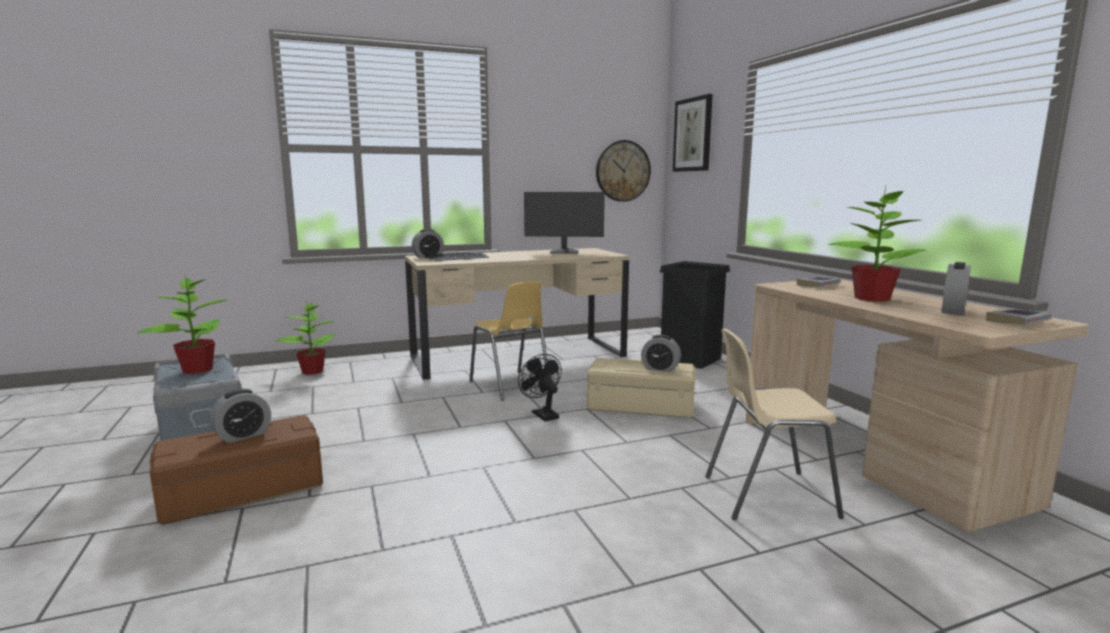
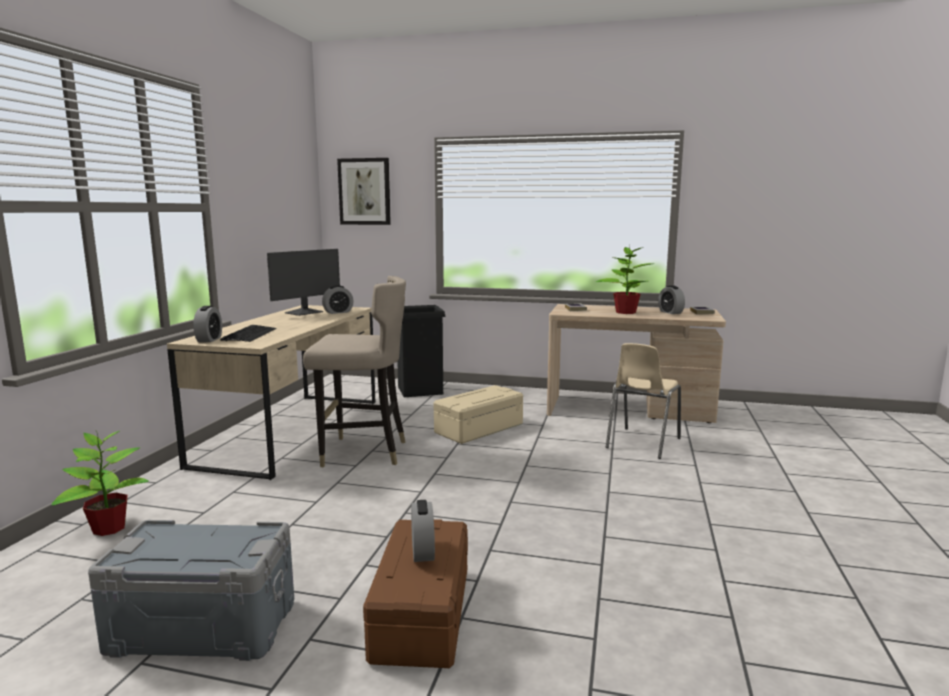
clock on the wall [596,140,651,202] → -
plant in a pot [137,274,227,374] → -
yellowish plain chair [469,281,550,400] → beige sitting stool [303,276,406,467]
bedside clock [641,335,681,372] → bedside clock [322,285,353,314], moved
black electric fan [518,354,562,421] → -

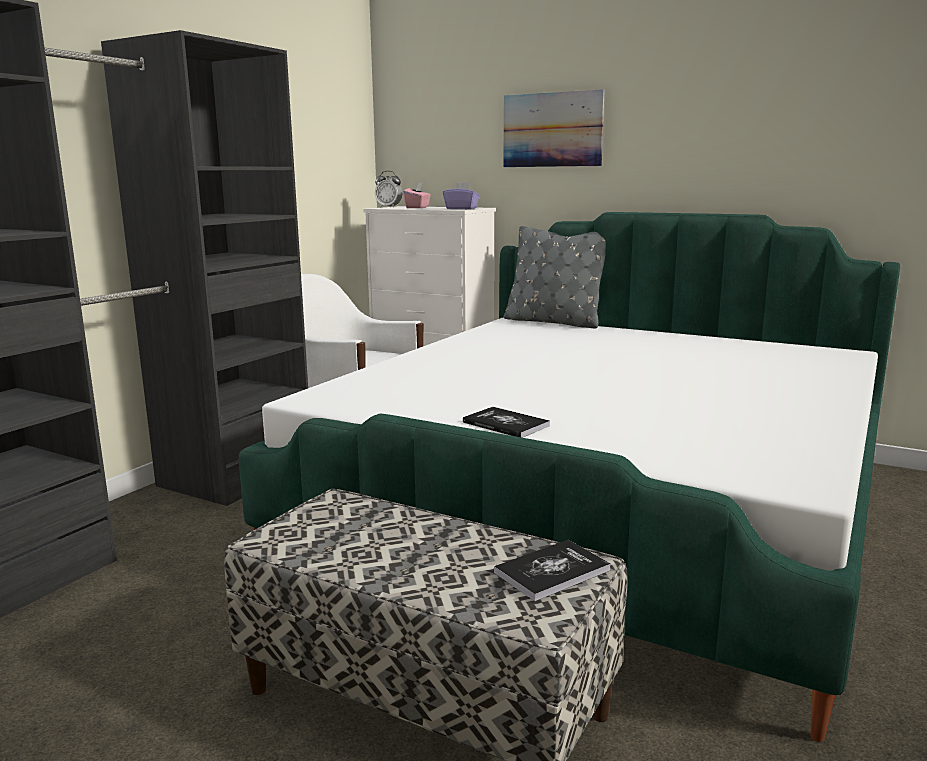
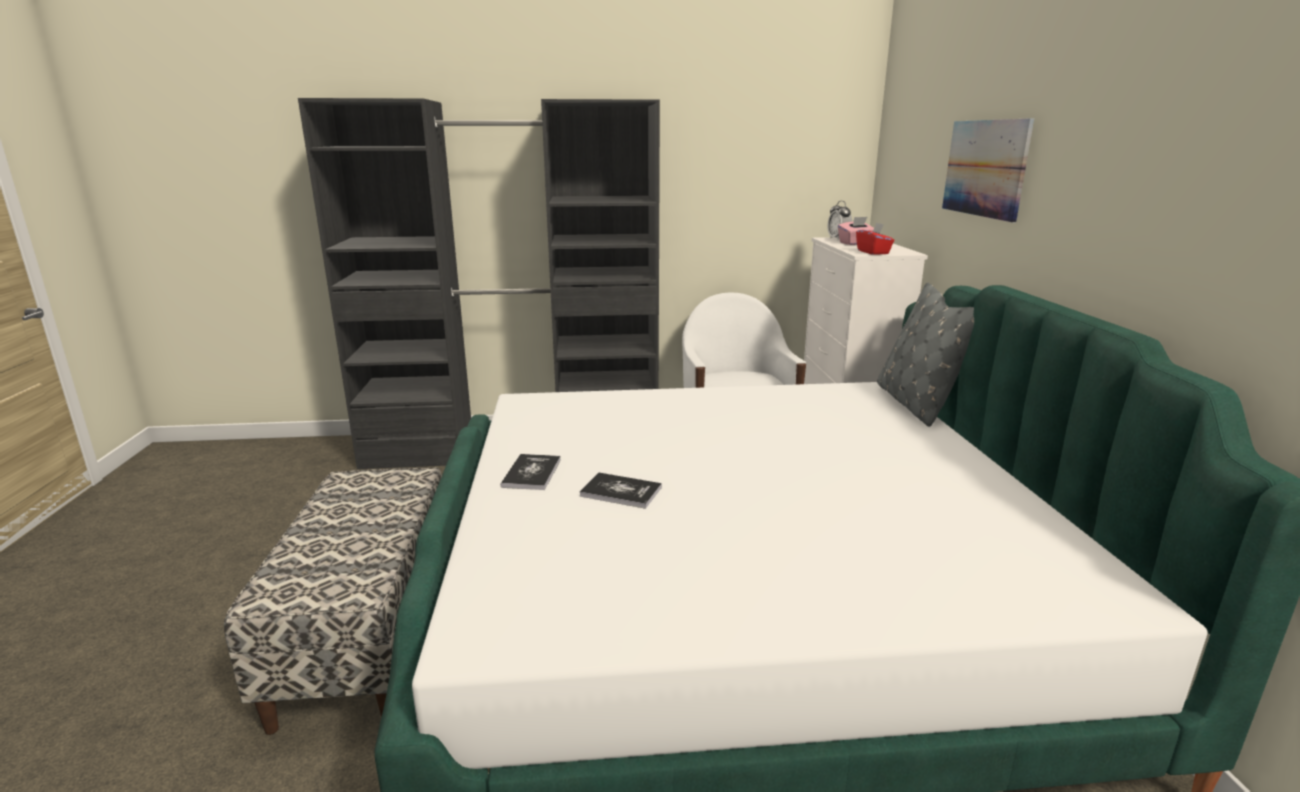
purple tissue holder [443,182,480,209] → red tissue holder [856,223,895,255]
bound book [494,540,611,601] → bound book [580,472,662,509], moved

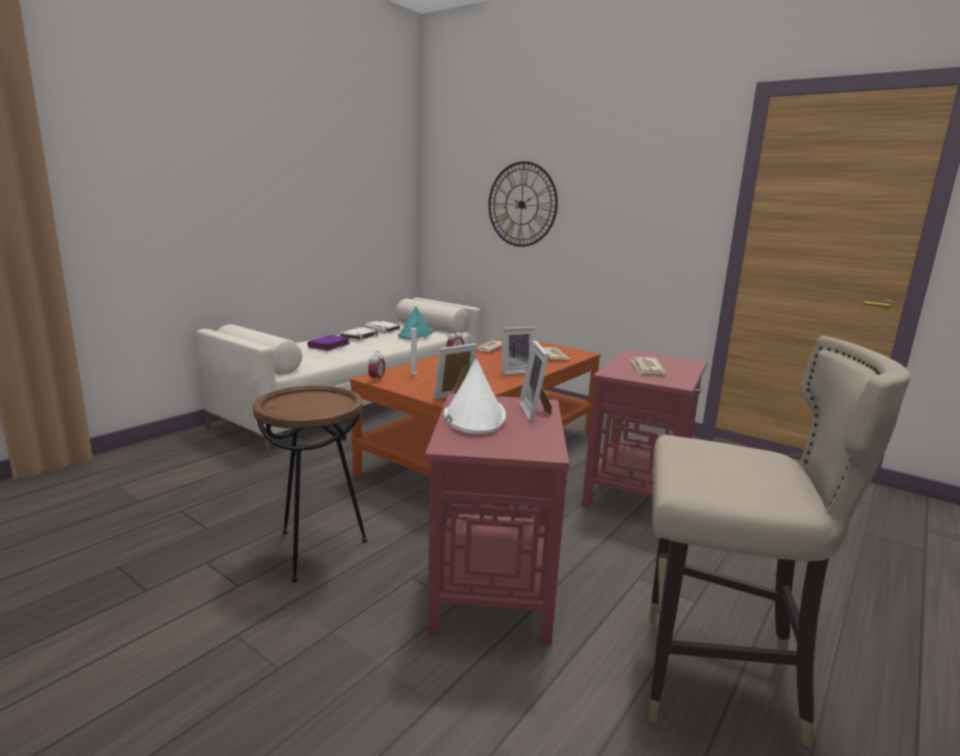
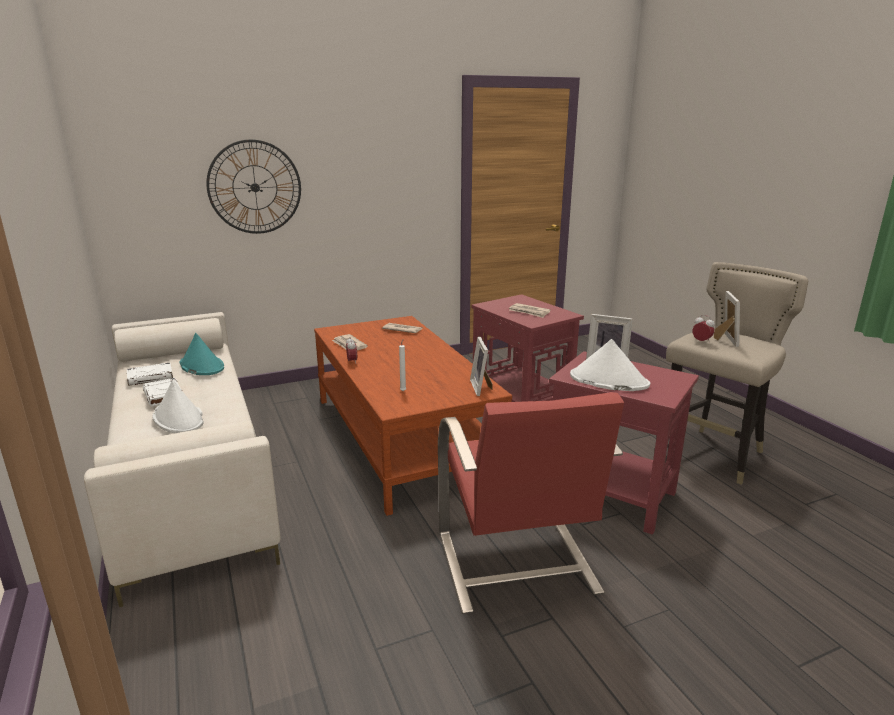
photo frame [501,327,537,375] → photo frame [714,291,740,347], moved
purple bound book [307,335,350,351] → whitish hat [153,380,204,433]
bedside clock [368,351,385,382] → bedside clock [692,315,715,343], moved
brown end table [253,385,367,582] → red armchair [438,392,624,614]

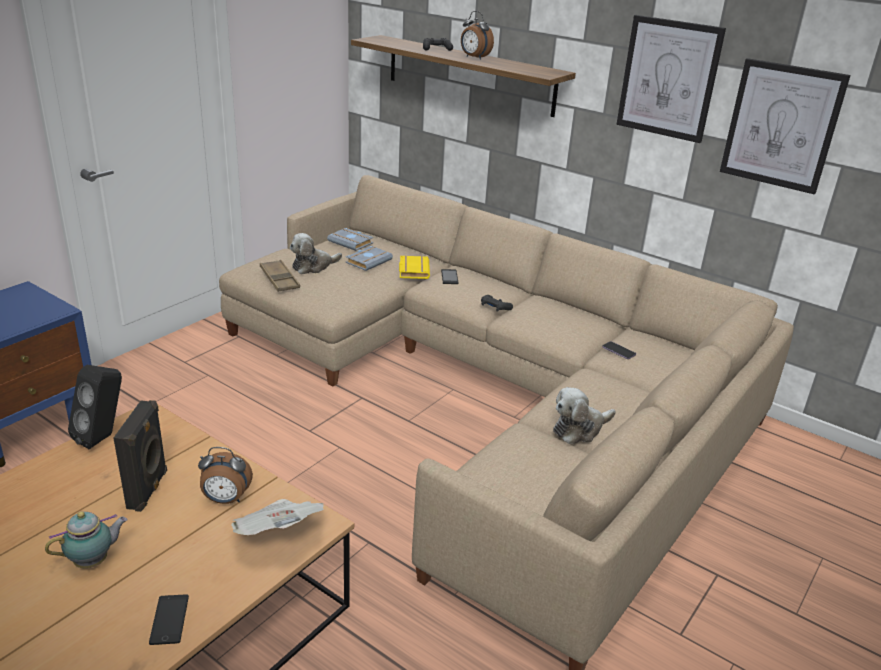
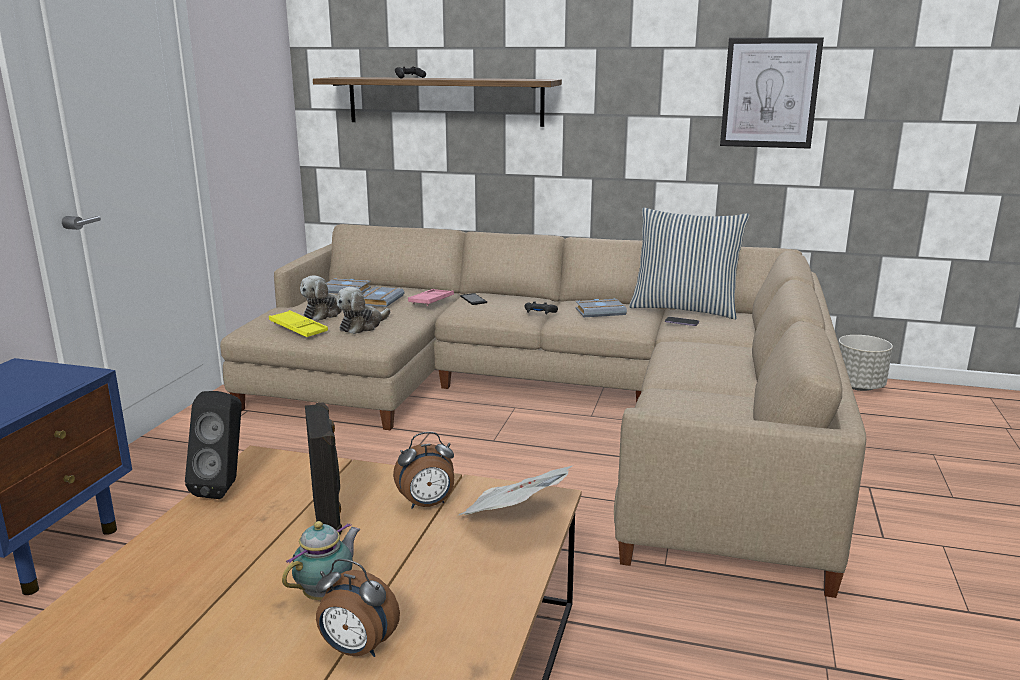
bedside clock [461,11,494,60] → bedside clock [316,559,400,657], moved
wall art [616,15,726,143] → -
yellowish bound book [399,256,430,279] → pink carrying tray [408,289,454,306]
brown carrying tray [260,260,300,292] → yellowish carrying tray [269,310,328,337]
soft toy [553,387,616,444] → soft toy [336,287,390,334], moved
telephone [149,594,189,645] → -
- → cushion [629,208,749,319]
- → gray bound book [576,299,627,317]
- → gray plant pot [838,335,893,391]

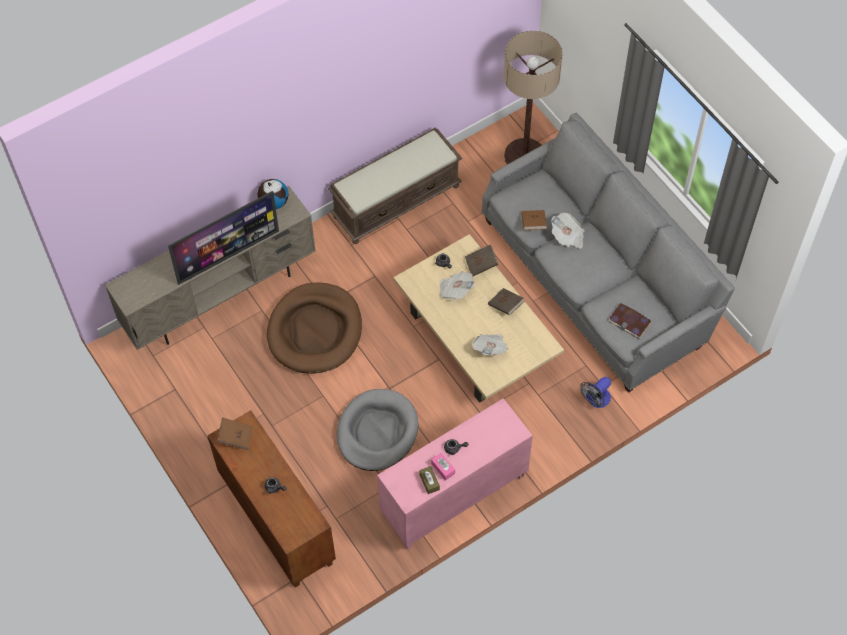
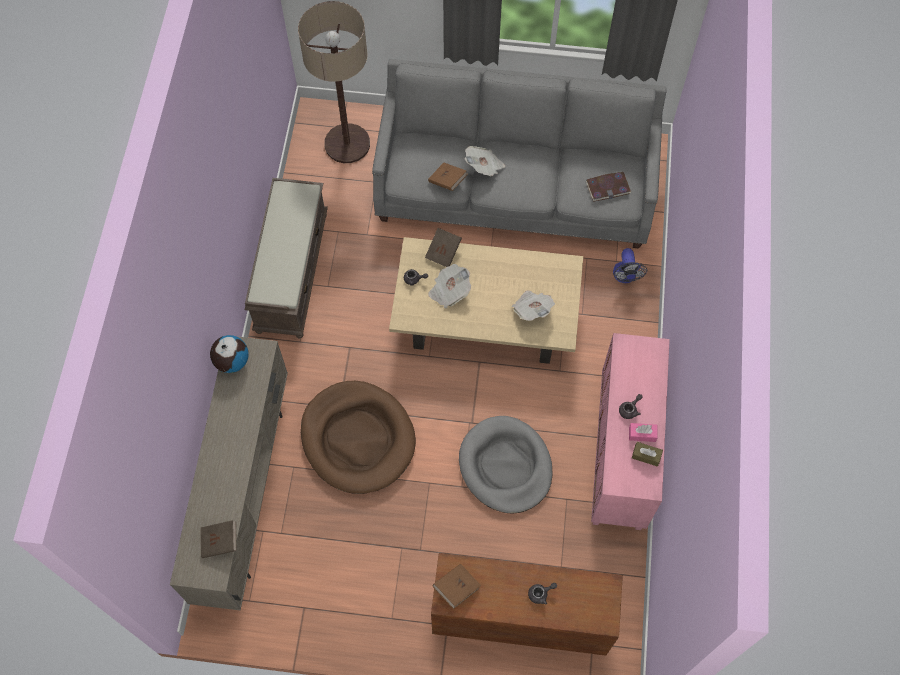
TV [168,191,279,285] → -
brown bound book [488,288,525,316] → brown bound book [201,520,237,558], moved

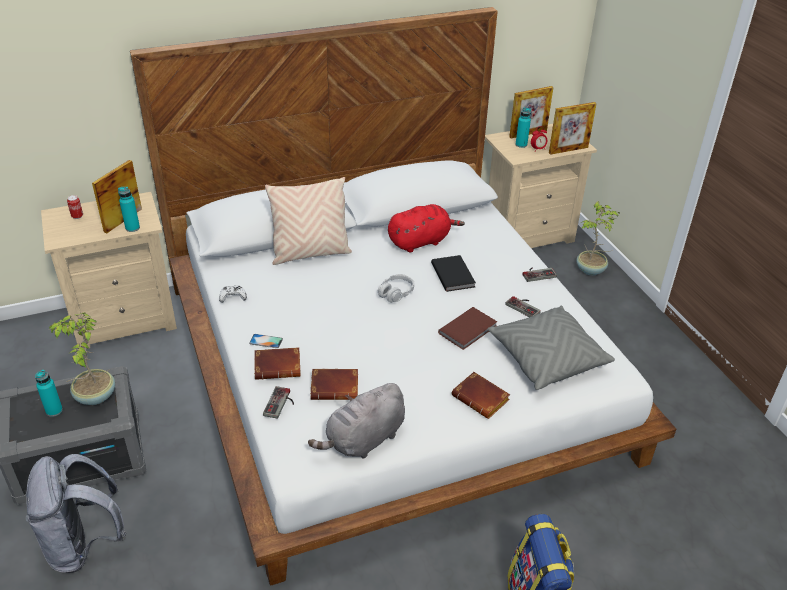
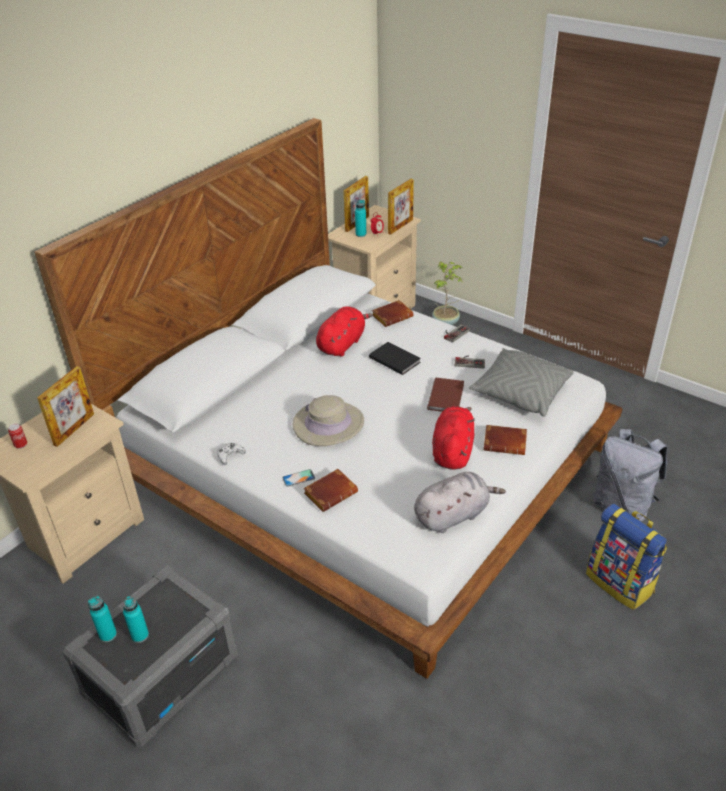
photo frame [92,160,142,233] → photo frame [37,366,94,447], 150 degrees counterclockwise
beige cushion [265,177,352,265] → -
turquoise-coloured bottle [118,187,140,232] → turquoise-coloured bottle [88,596,117,642], moved
gray pair of headphones [378,274,414,303] → -
plant in a pot [49,312,115,405] → -
brown bound book [310,369,358,400] → brown bound book [372,300,413,327], moved
gray soft toy [308,383,405,459] → gray soft toy [414,472,506,533], 135 degrees counterclockwise
gamepad [263,386,294,419] → -
gray rucksack [25,454,126,573] → gray rucksack [594,429,668,522], moved
- → beige hat [293,395,364,446]
- → red soft toy [432,406,475,470]

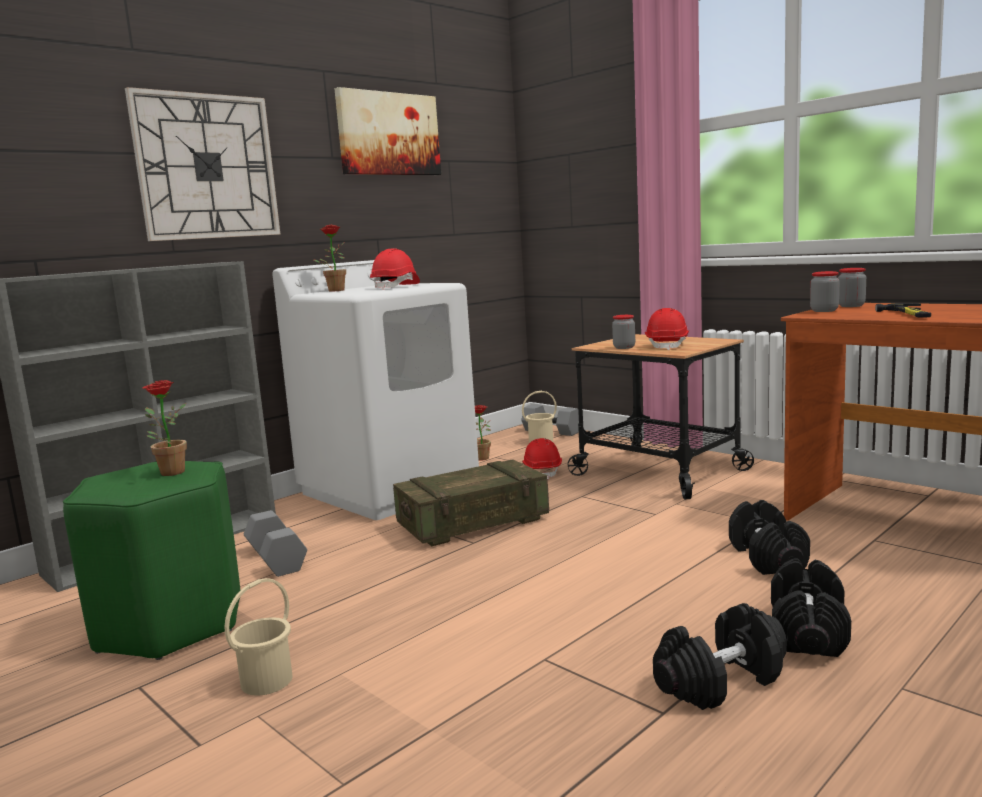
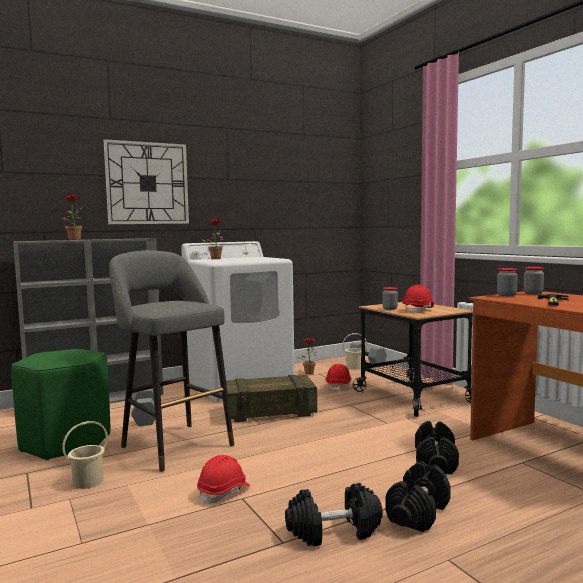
wall art [334,87,441,175] → -
red hard hat [370,248,420,290] → red hard hat [197,455,250,505], moved
plant in a pot [142,380,187,476] → plant in a pot [62,195,83,240], moved
- → gray sitting stool [109,250,234,472]

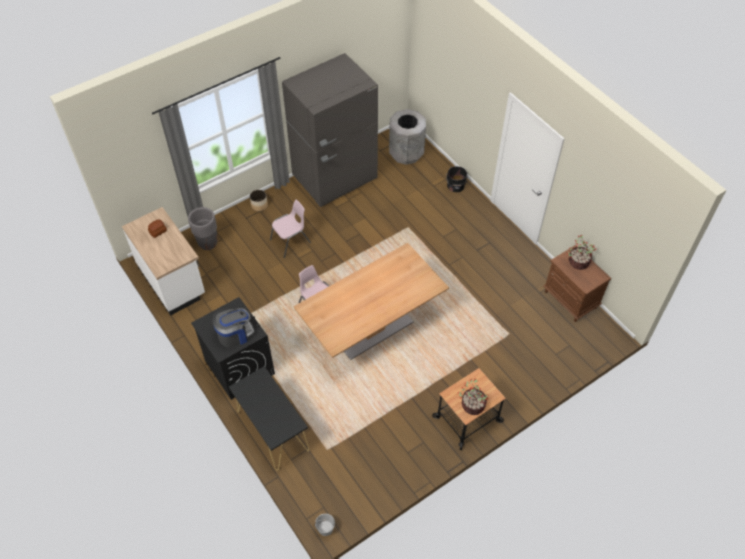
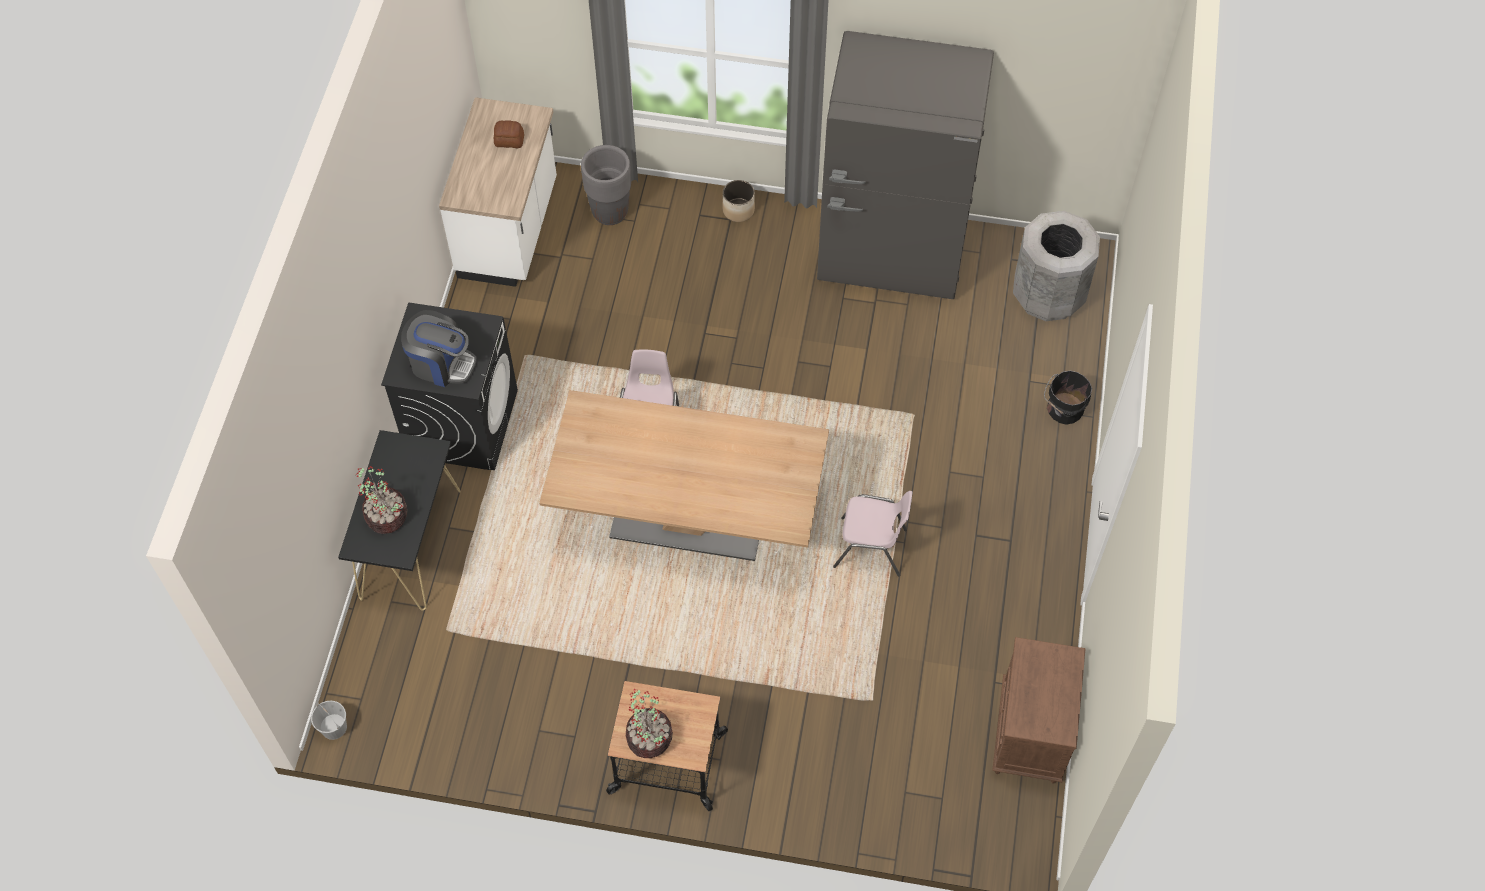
pink plain chair [270,200,311,258] → pink plain chair [833,491,912,576], moved
plant in a pot [567,235,597,270] → plant in a pot [355,466,408,534], moved

